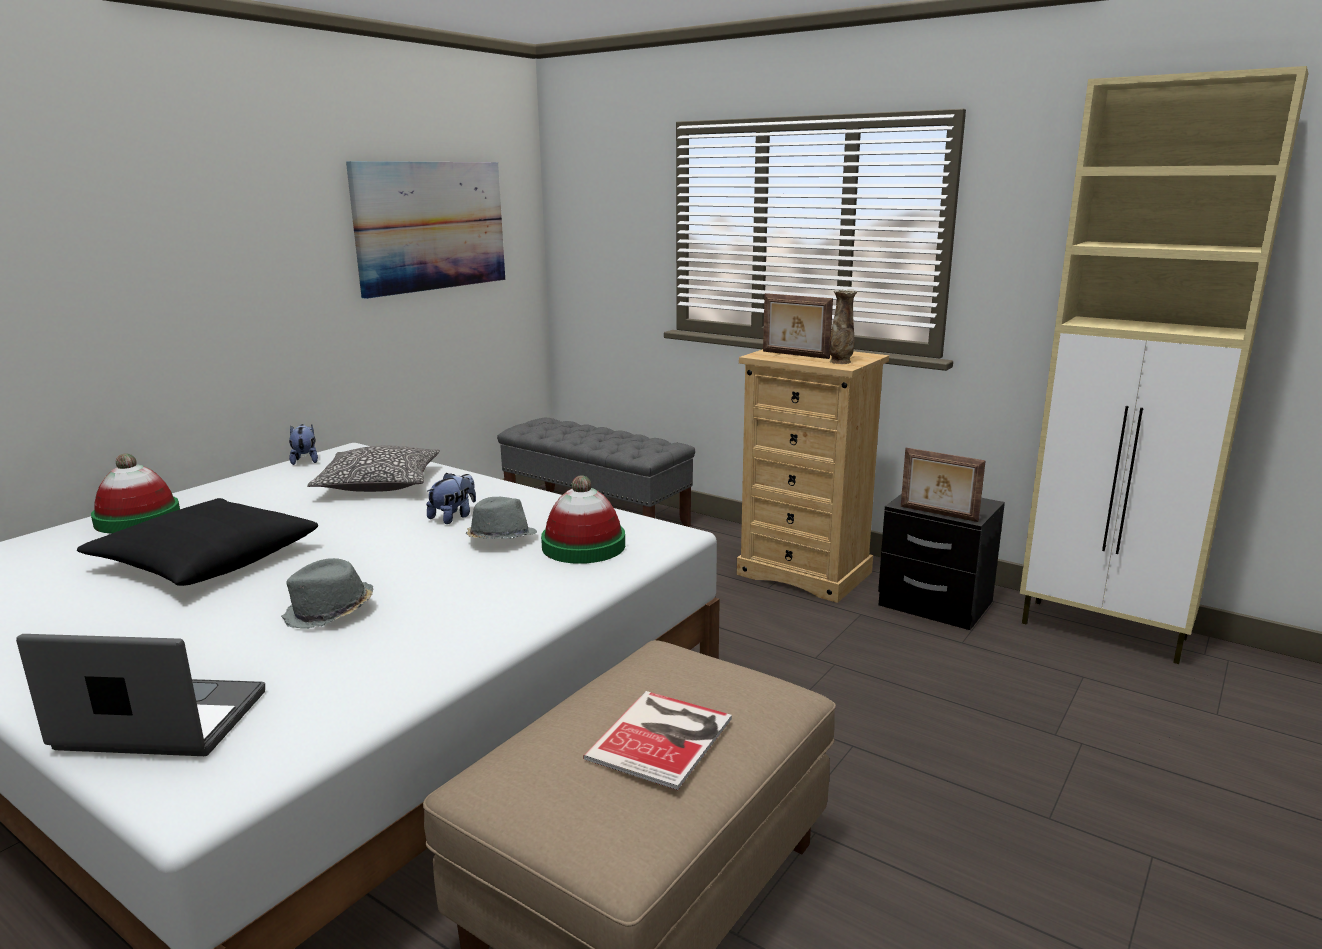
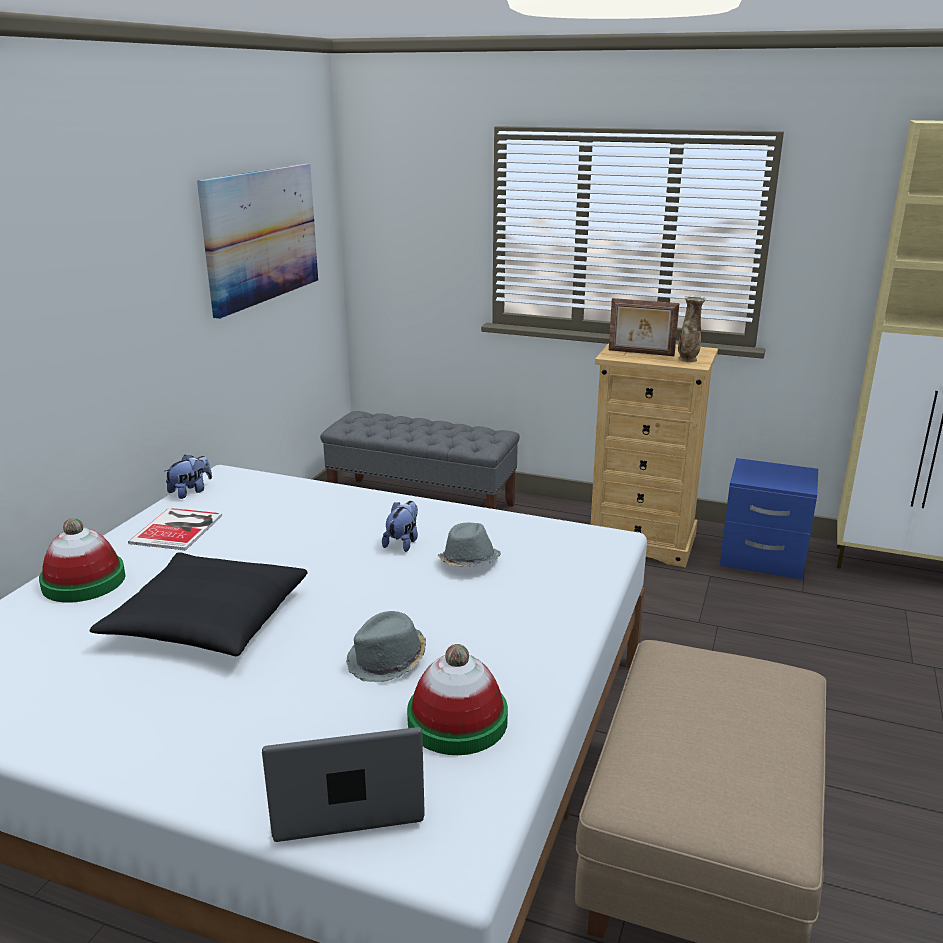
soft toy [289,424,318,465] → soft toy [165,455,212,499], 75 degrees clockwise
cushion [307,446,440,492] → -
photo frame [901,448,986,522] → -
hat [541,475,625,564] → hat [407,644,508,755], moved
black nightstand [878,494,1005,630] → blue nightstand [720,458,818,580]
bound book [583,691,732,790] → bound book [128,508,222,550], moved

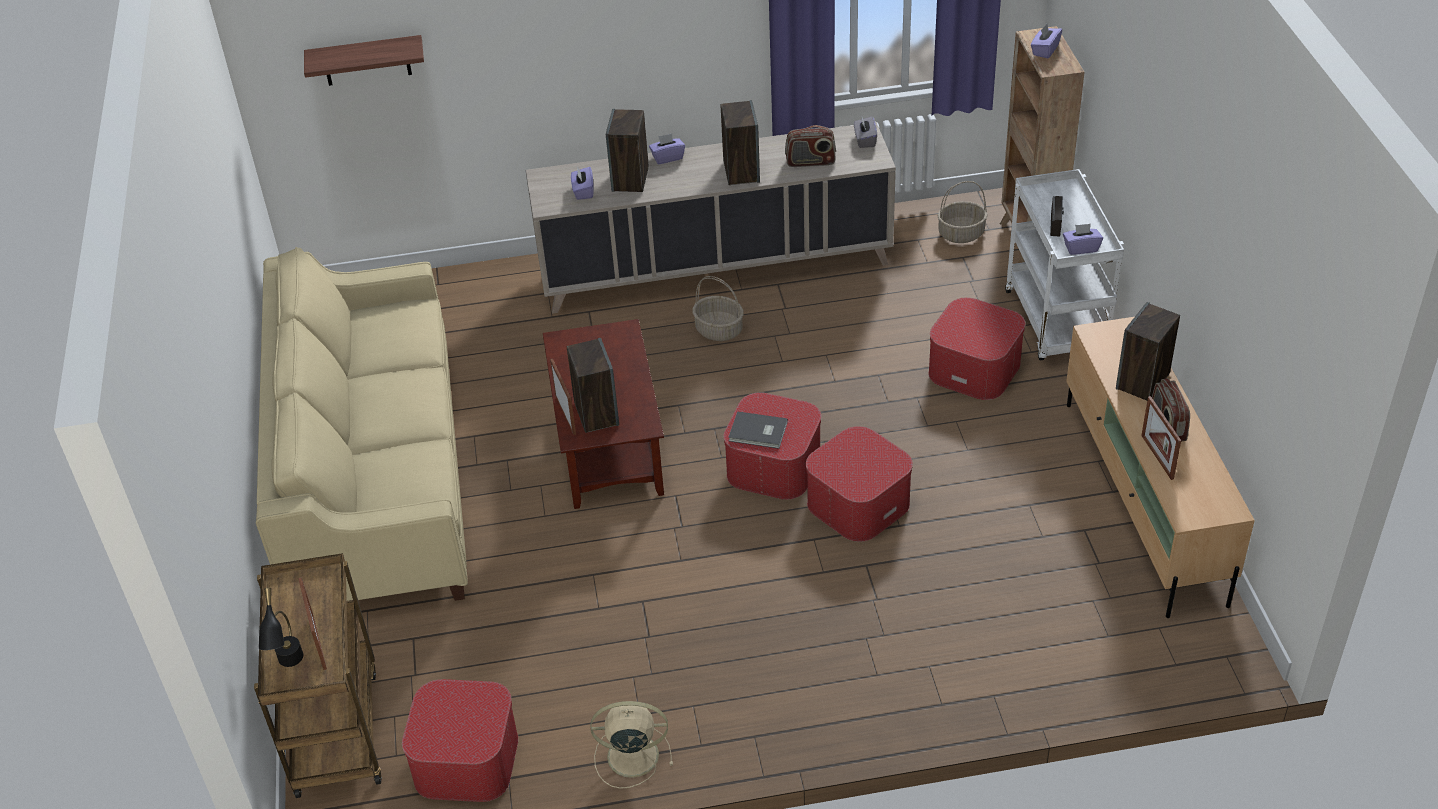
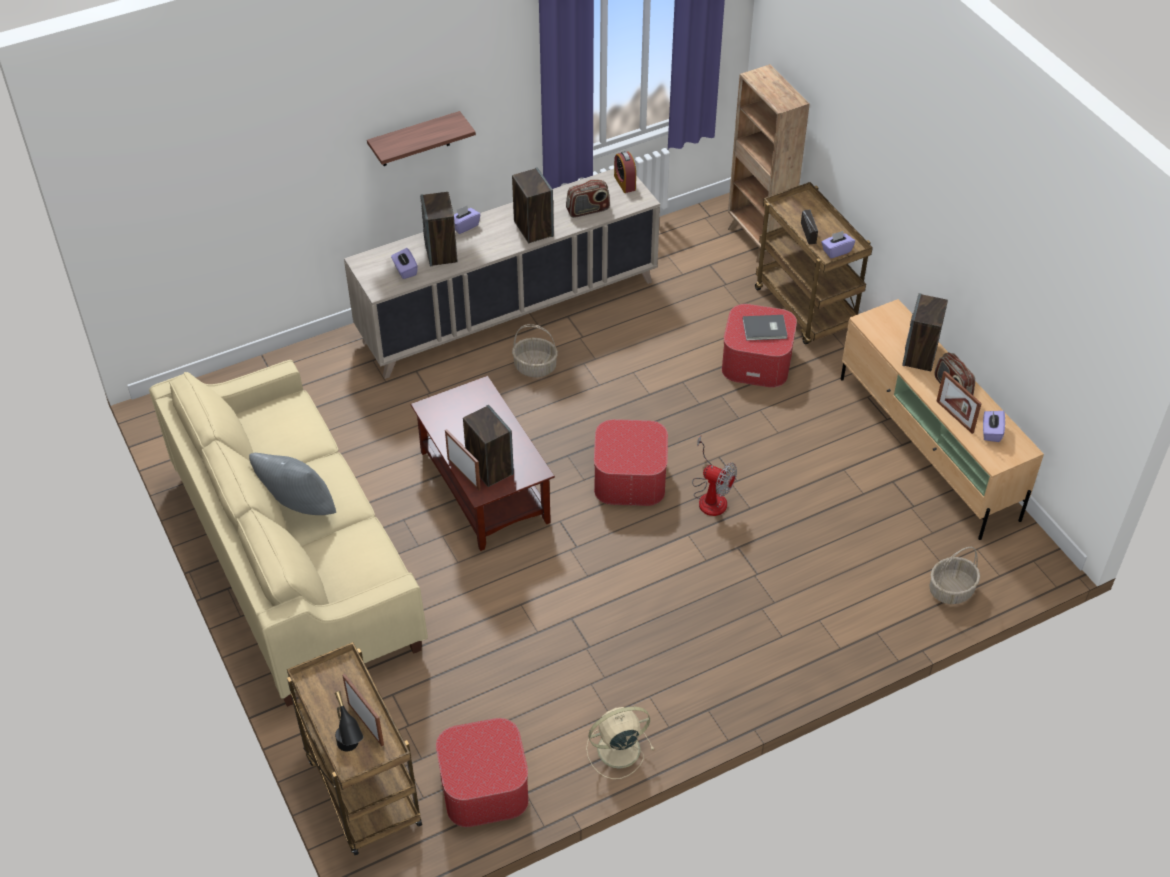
purple tissue holder [1031,24,1062,58] → purple tissue holder [983,411,1005,442], moved
bracket shelf [304,35,424,86] → bracket shelf [367,111,476,166], moved
gray tissue holder [854,116,877,148] → bedside clock [614,151,636,193]
whitish cart [1005,169,1124,360] → brown cart [755,182,873,345]
storage basket [937,181,988,243] → storage basket [929,547,980,604], moved
gray bound book [728,411,788,449] → gray bound book [743,315,788,341], moved
ottoman [806,426,913,542] → electric fan [692,435,737,516]
- → gray cushion [249,453,336,515]

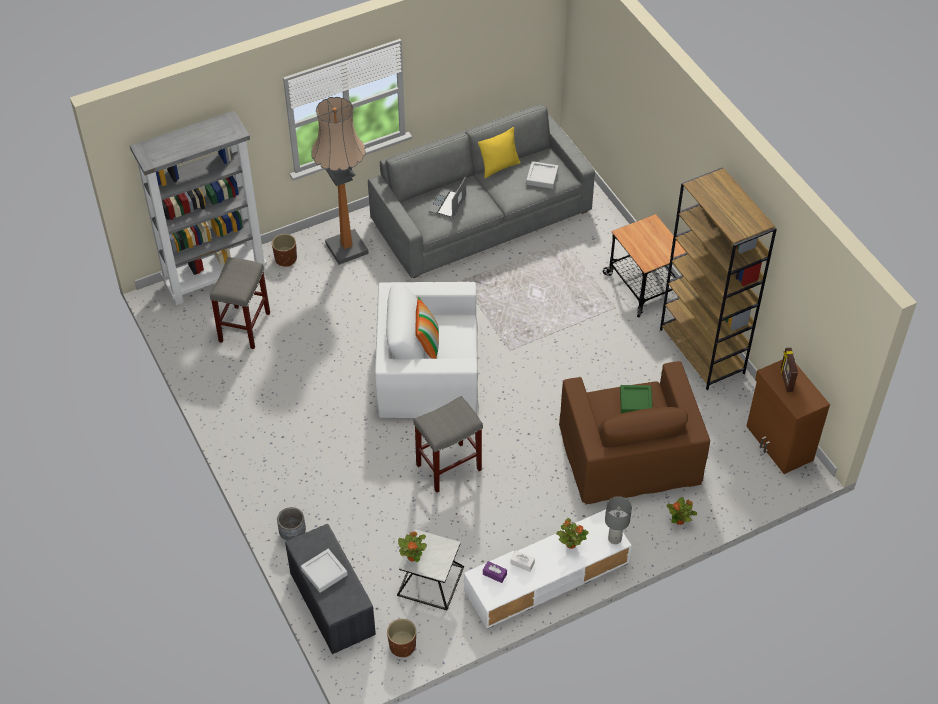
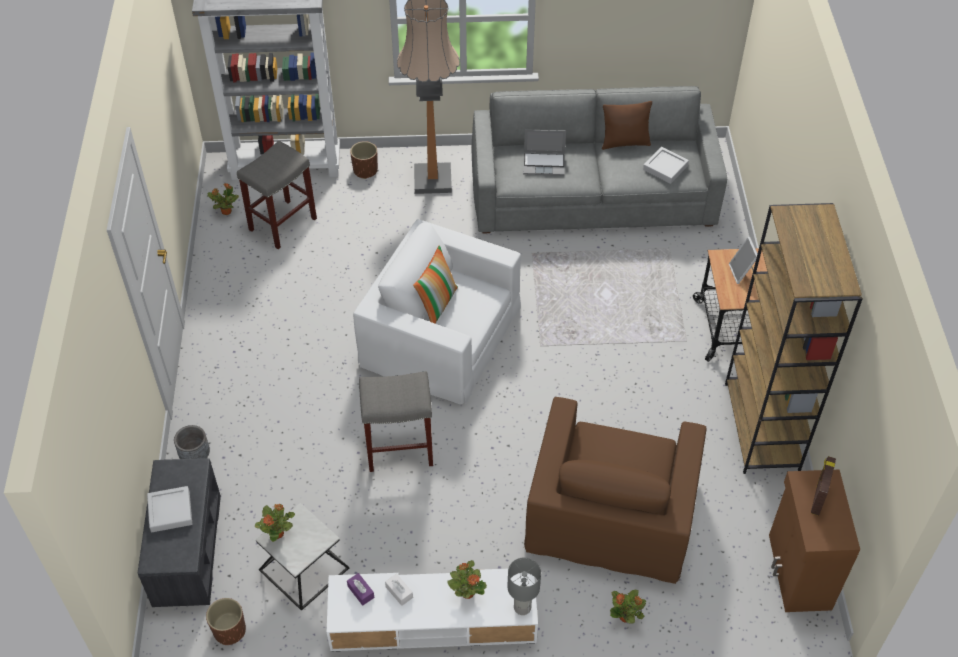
yellowish cushion [478,127,521,178] → brown cushion [602,101,652,150]
portable computer [428,176,466,219] → portable computer [523,129,566,176], 135 degrees counterclockwise
greenish carrying tray [620,385,653,413] → -
- → plant in a pot [208,183,239,215]
- → photo frame [729,237,758,284]

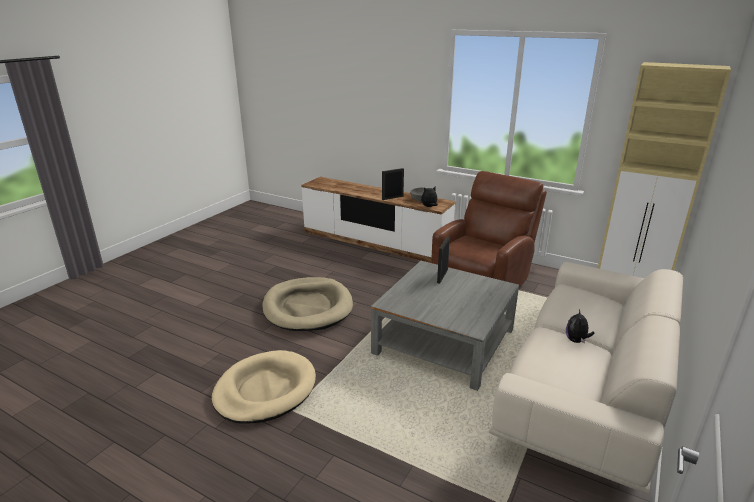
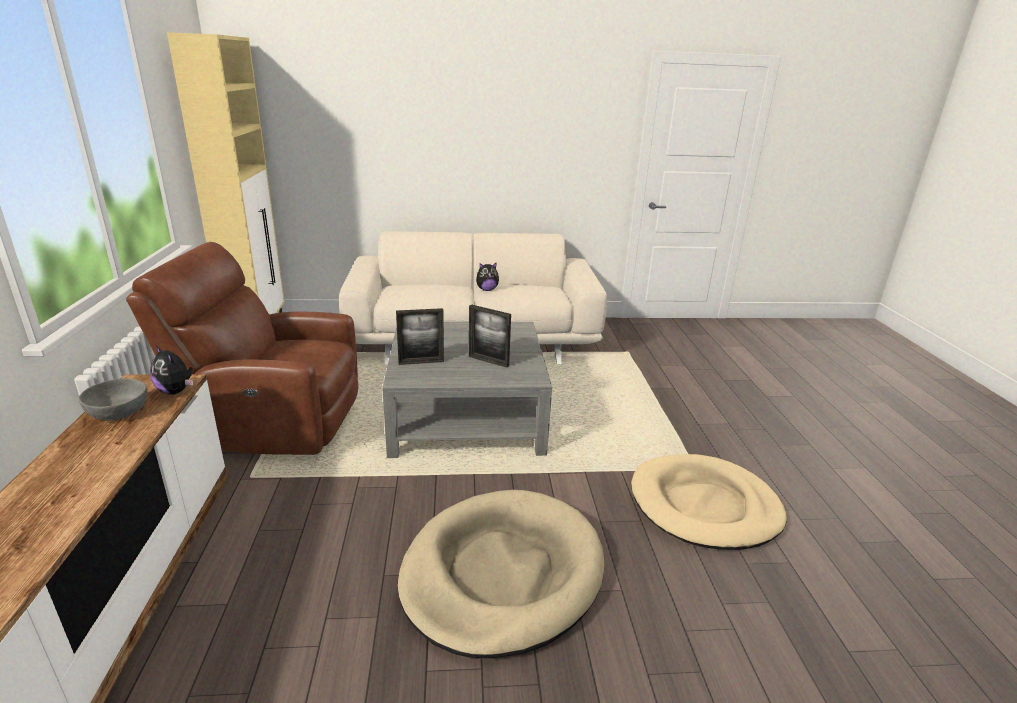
photo frame [382,168,404,200] → photo frame [469,304,511,368], moved

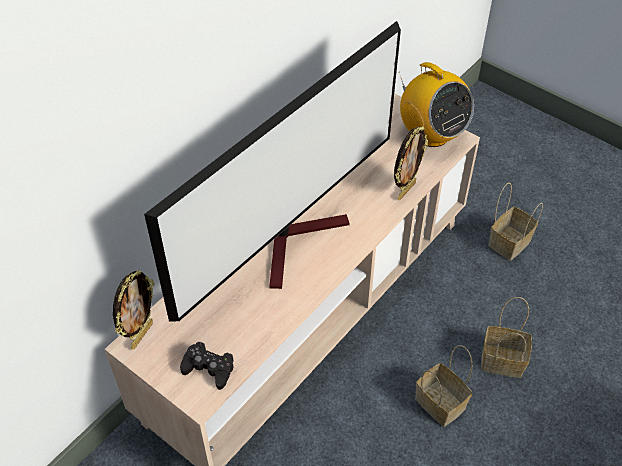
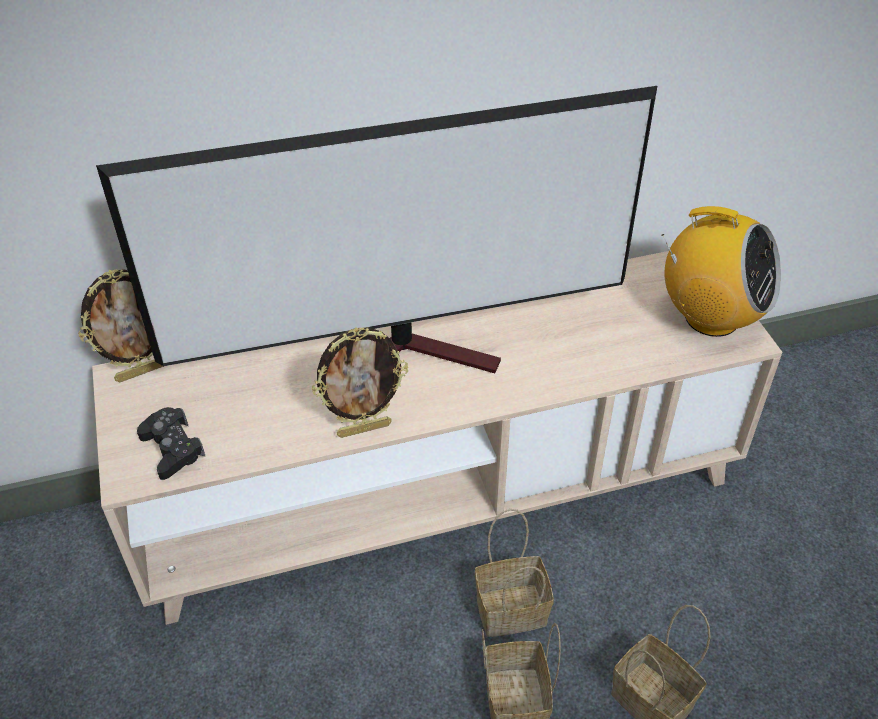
radio set [398,62,474,147] → radio set [661,206,781,337], 60 degrees counterclockwise
photo frame [394,126,428,200] → photo frame [312,327,408,438], moved
storage basket [488,182,543,260] → storage basket [475,509,554,637], moved

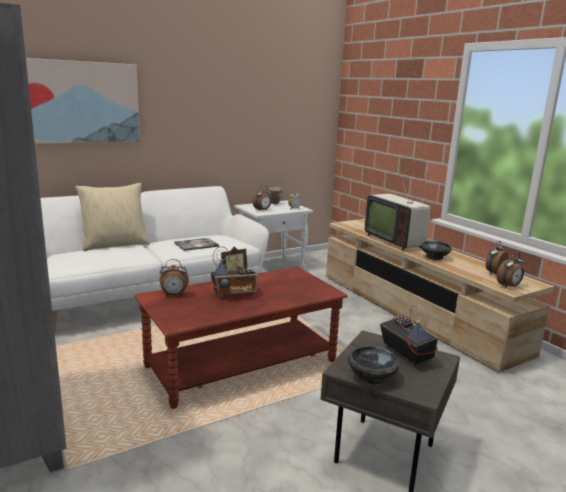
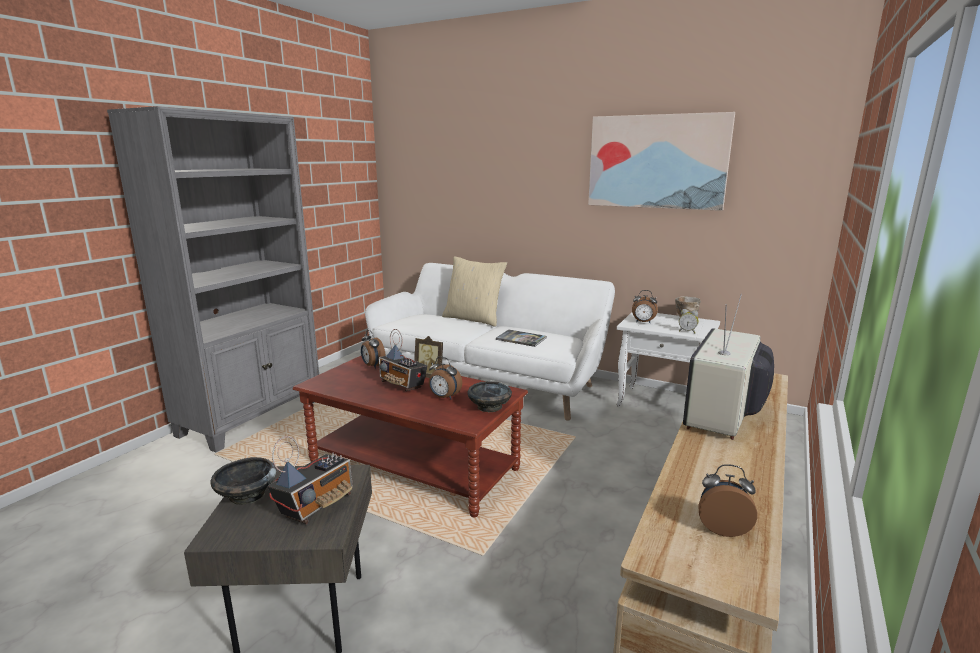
wall art [26,58,140,144] → wall art [588,112,735,211], moved
black bowl [421,241,452,260] → black bowl [467,381,512,412], moved
bedside clock [497,253,525,288] → bedside clock [429,357,462,400], moved

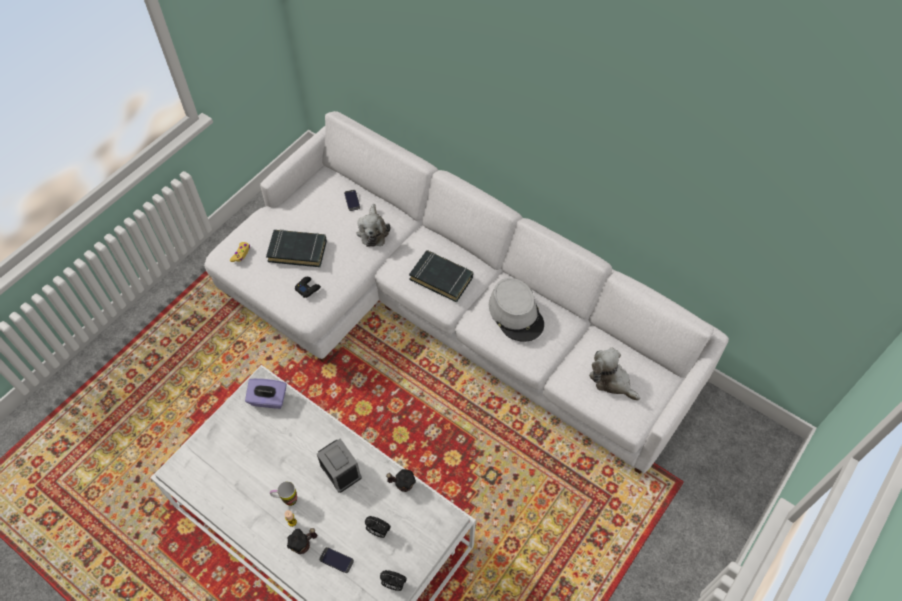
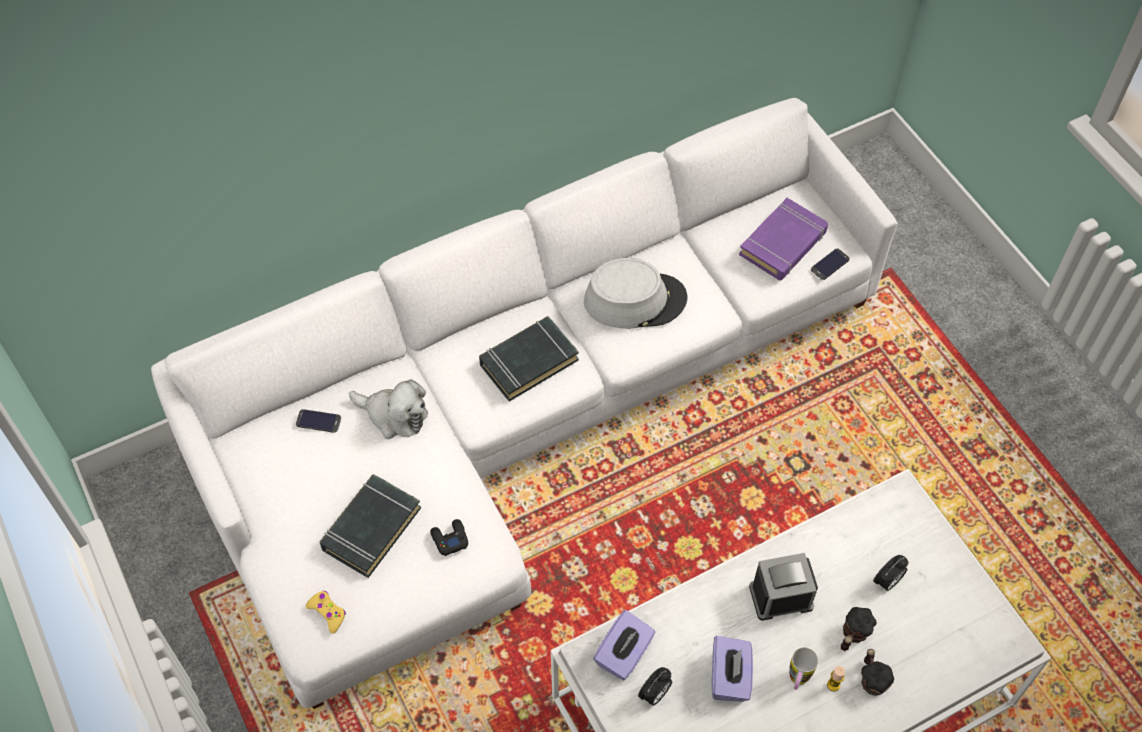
soft toy [589,348,640,401] → purple bound book [739,198,828,280]
coffee mug [386,469,416,492] → coffee mug [841,607,877,651], moved
telephone [319,547,354,573] → telephone [811,249,850,280], moved
bedside clock [380,570,407,591] → bedside clock [638,667,672,706], moved
- → purple tissue holder [712,636,753,702]

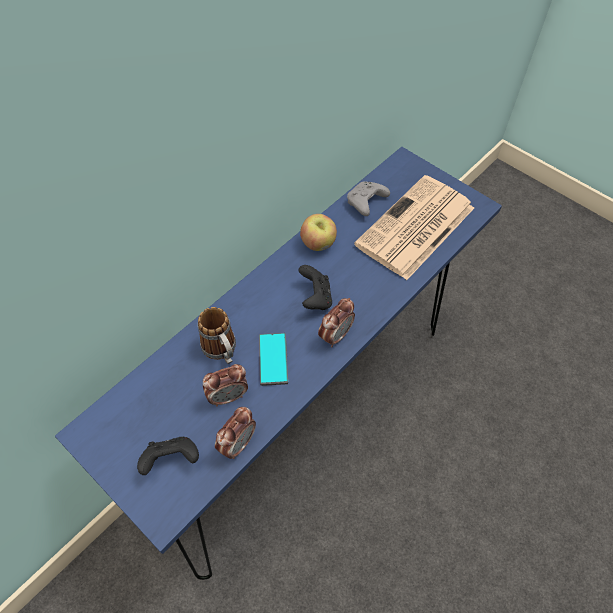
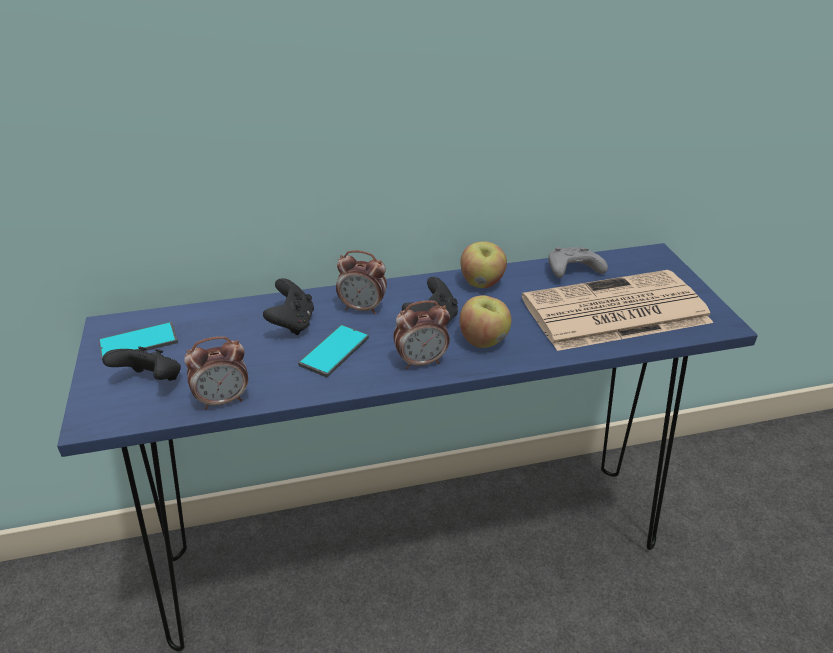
coffee mug [198,307,236,364] → black gamepad [263,278,314,335]
bedside clock [203,364,248,406] → bedside clock [336,250,387,314], moved
- → whole apple [460,295,511,348]
- → telephone [99,322,178,358]

